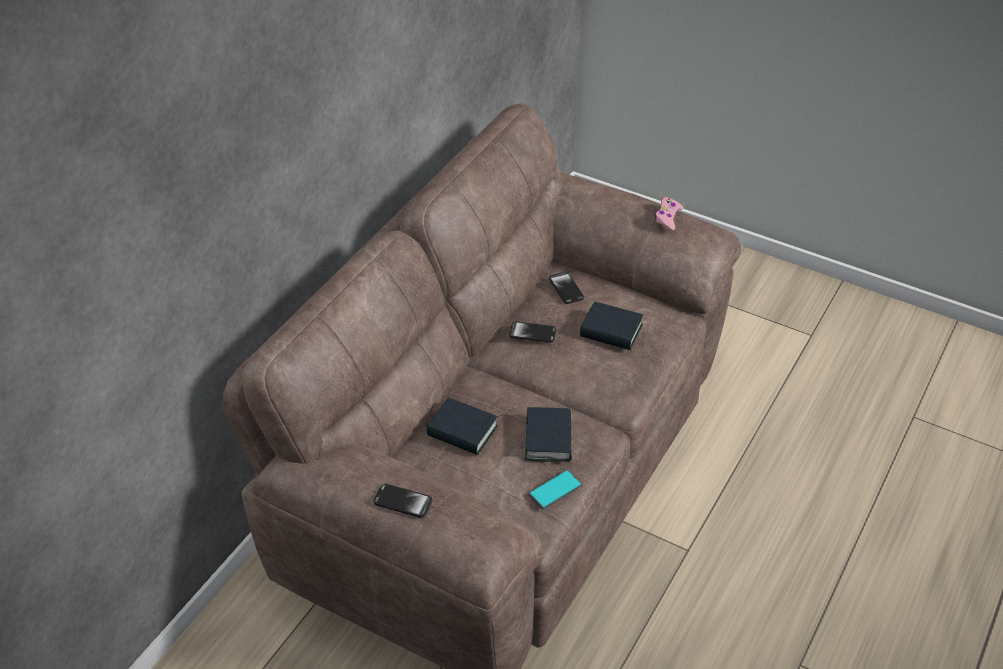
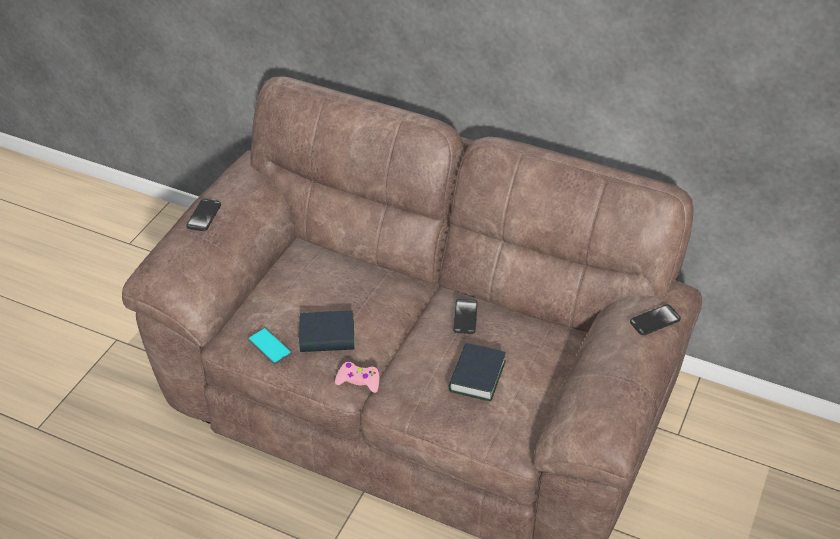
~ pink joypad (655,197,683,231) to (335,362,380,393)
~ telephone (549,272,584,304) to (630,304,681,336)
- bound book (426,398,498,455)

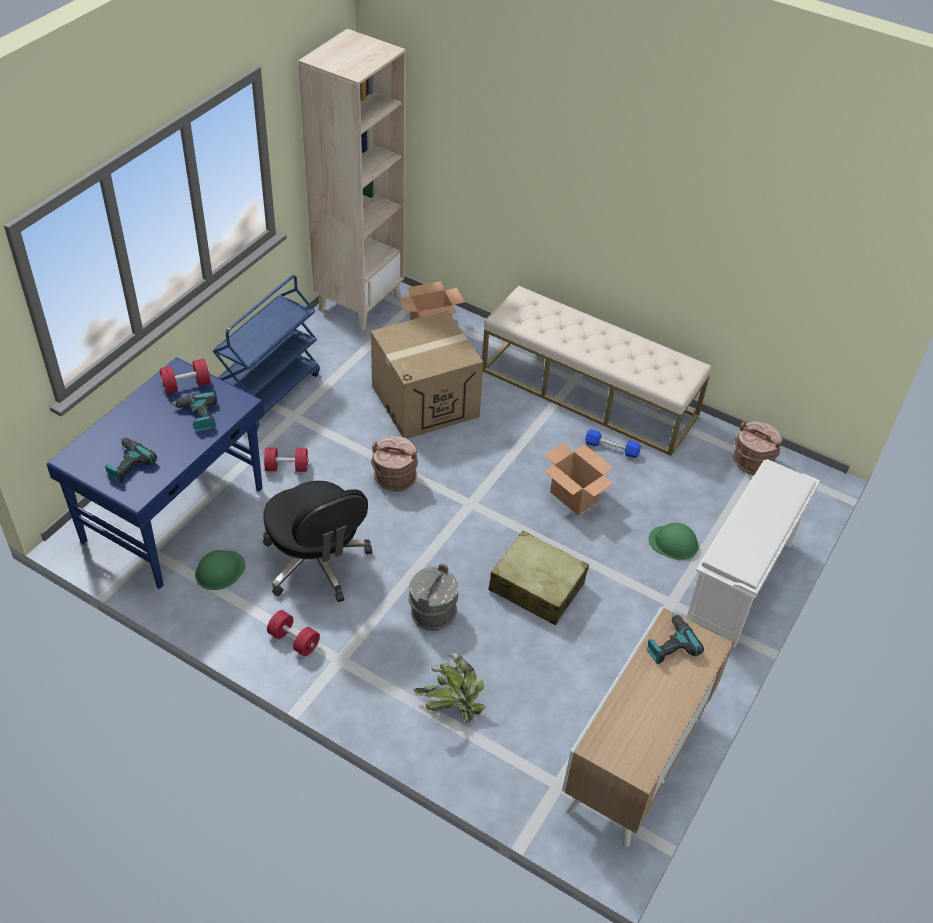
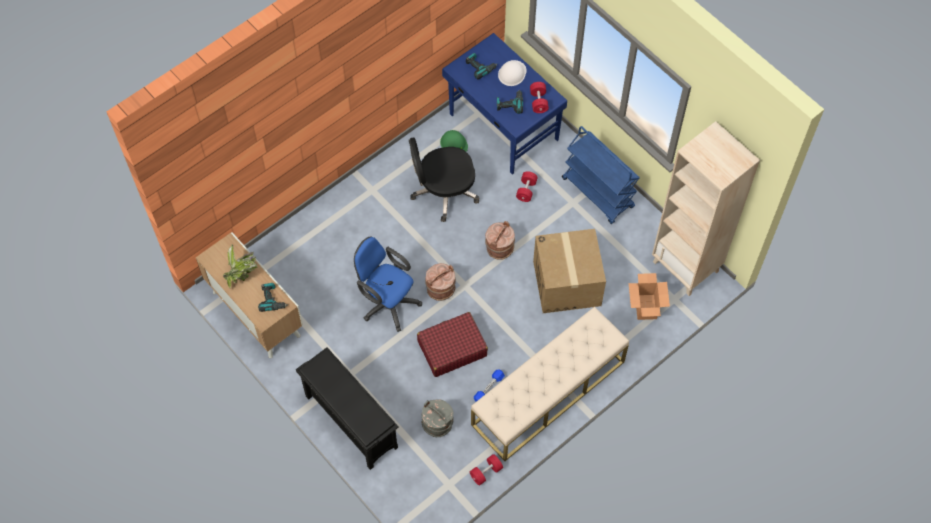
~ brownish bucket (733,421,783,475) to (425,263,456,301)
~ carton (544,442,614,515) to red-coloured suitcase (417,312,488,377)
~ white shoe stand (686,459,820,648) to blackish shoe stand (296,347,399,470)
- greenish hard hat (649,523,699,560)
~ beige suitcase (489,531,589,626) to blue-coloured desk chair (354,236,422,332)
~ greyish bucket (409,563,458,631) to (421,399,454,437)
~ red-coloured free weight (267,610,320,656) to (469,454,503,486)
~ plant in a pot (414,653,486,723) to (223,245,258,288)
+ white hard hat (498,60,527,86)

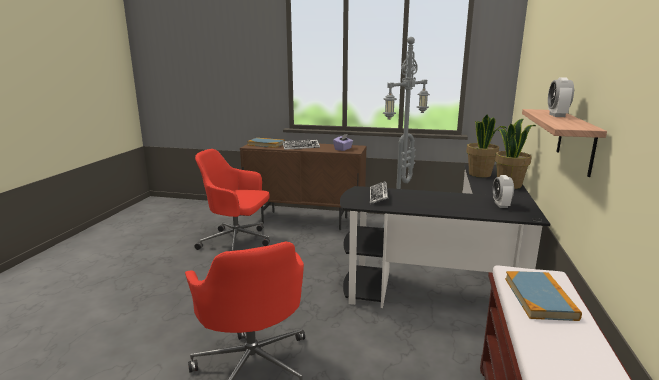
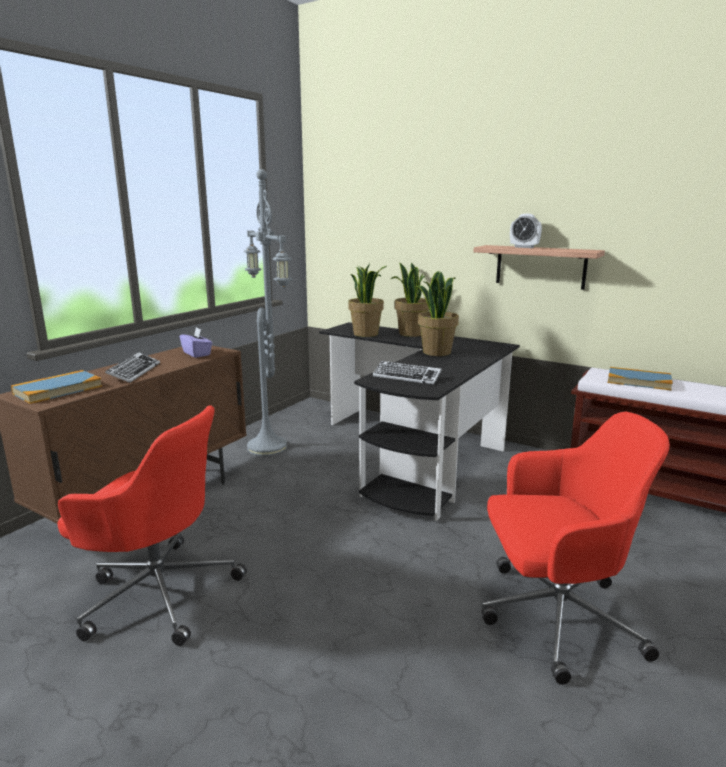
~ red-coloured desk chair (194,149,270,251) = (58,405,247,646) 105 degrees counterclockwise
- bedside clock (493,175,514,208)
+ plant in a pot (415,271,459,356)

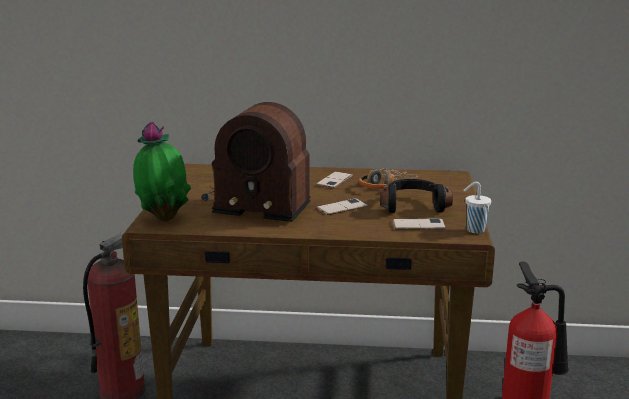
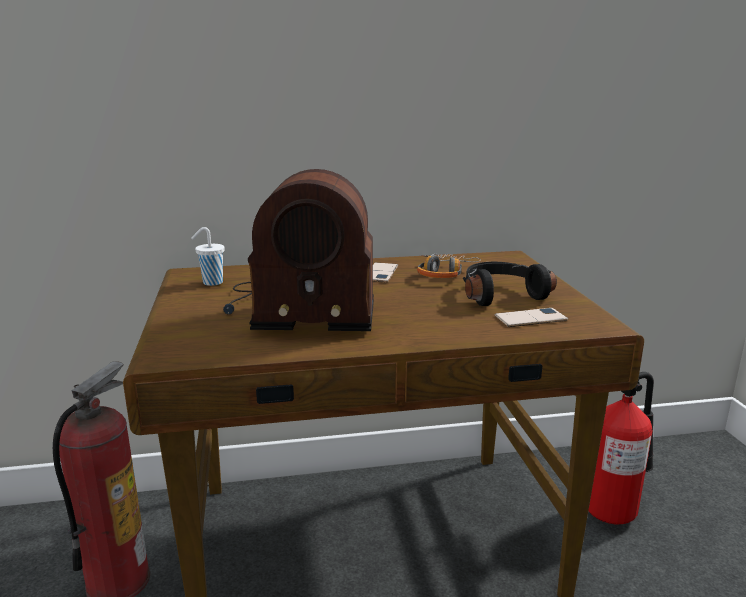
- plant in a pot (133,122,191,221)
~ white small cup (464,182,491,234) to (191,227,224,286)
- telephone (316,198,368,215)

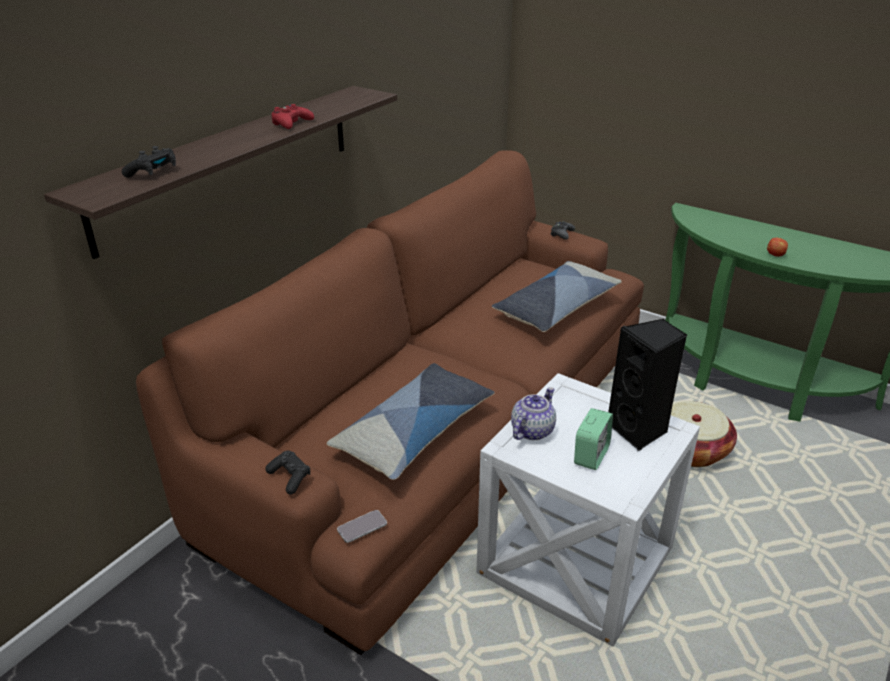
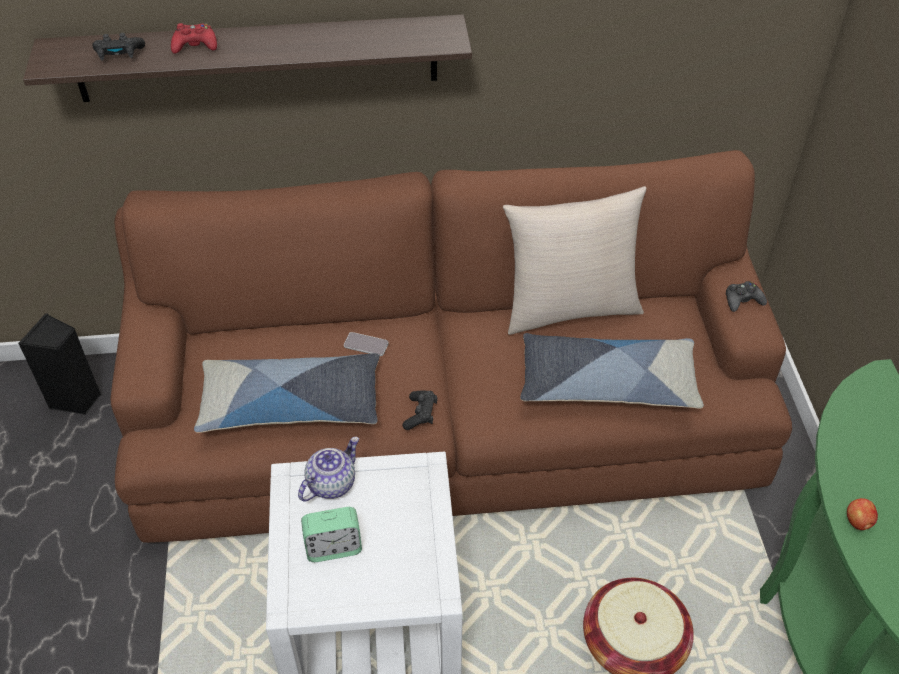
~ red-coloured joypad (271,104,314,129) to (171,23,217,53)
~ blackish loudspeaker (609,319,687,451) to (18,313,101,415)
~ tea pot (511,387,556,440) = (298,437,359,502) 45 degrees counterclockwise
~ blackish joypad (265,451,310,495) to (403,390,437,430)
~ telephone (337,510,387,543) to (344,332,389,356)
+ beige throw pillow (503,186,646,335)

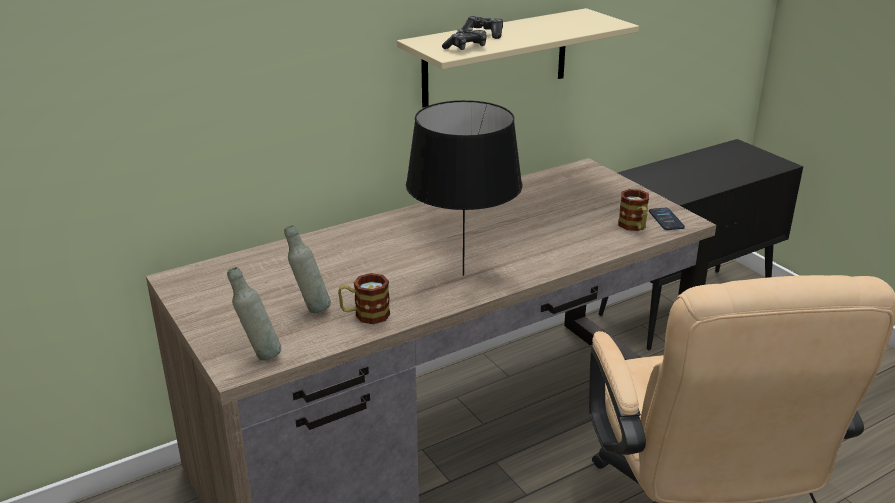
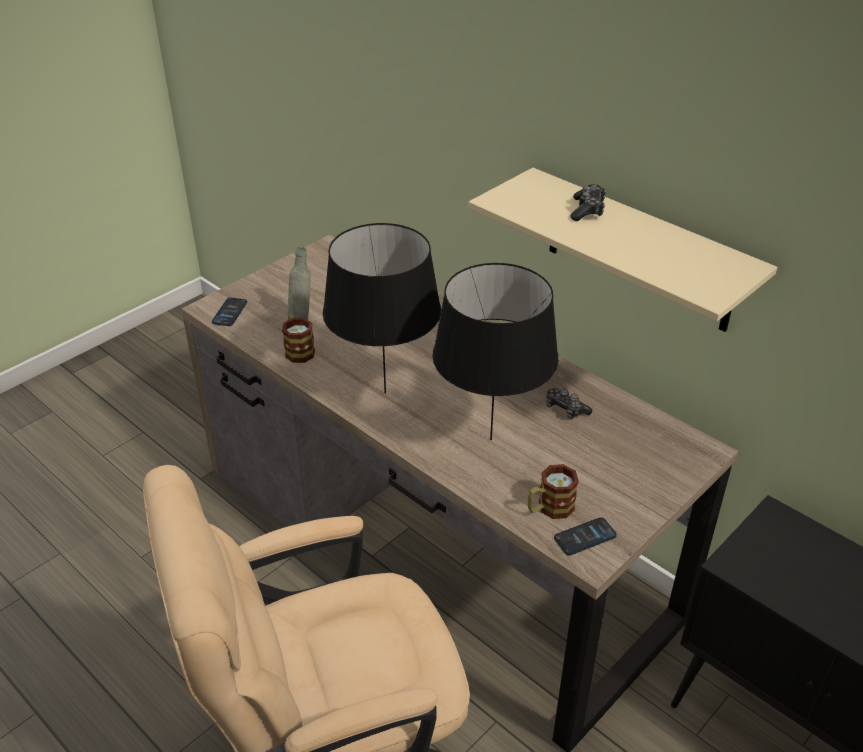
~ joypad (442,28,487,50) to (546,388,592,419)
~ greyish beverage bottle (227,267,281,360) to telephone (212,298,247,326)
+ blackish table lamp (432,263,559,440)

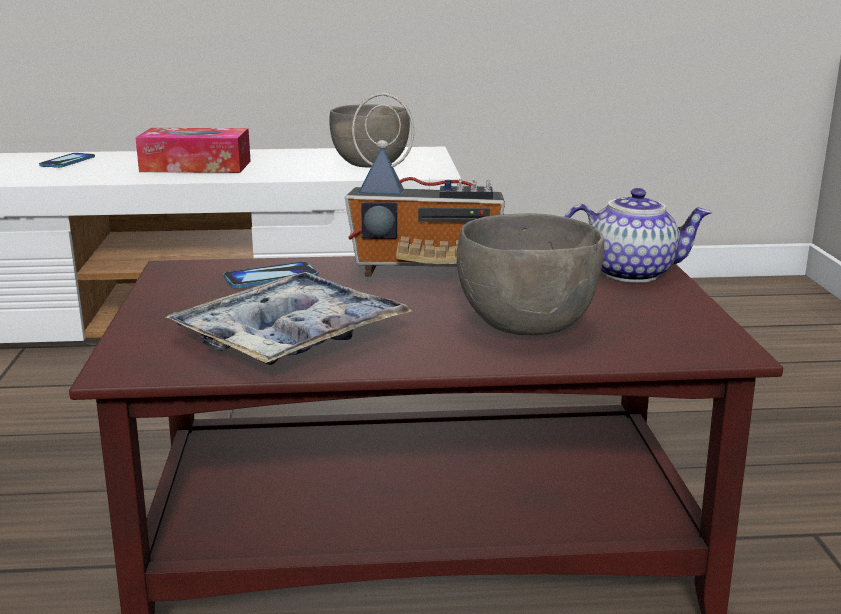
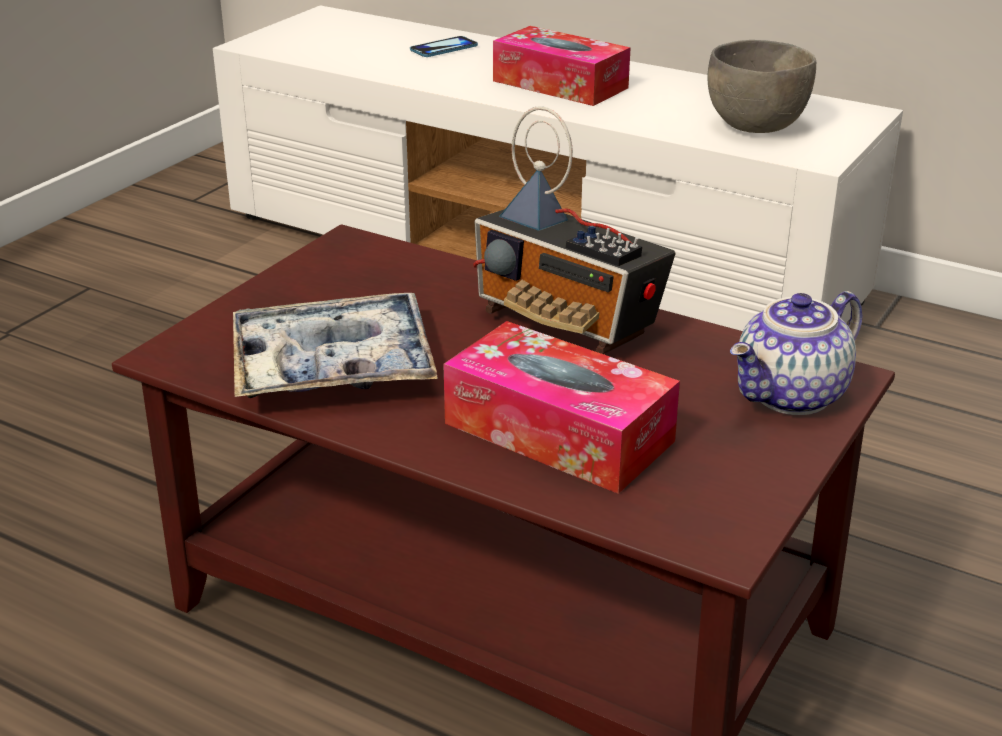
~ tea pot (564,188,712,283) = (730,291,863,415) 105 degrees clockwise
~ greyish bowl (457,213,604,335) to tissue holder (443,321,680,494)
- telephone (223,261,318,288)

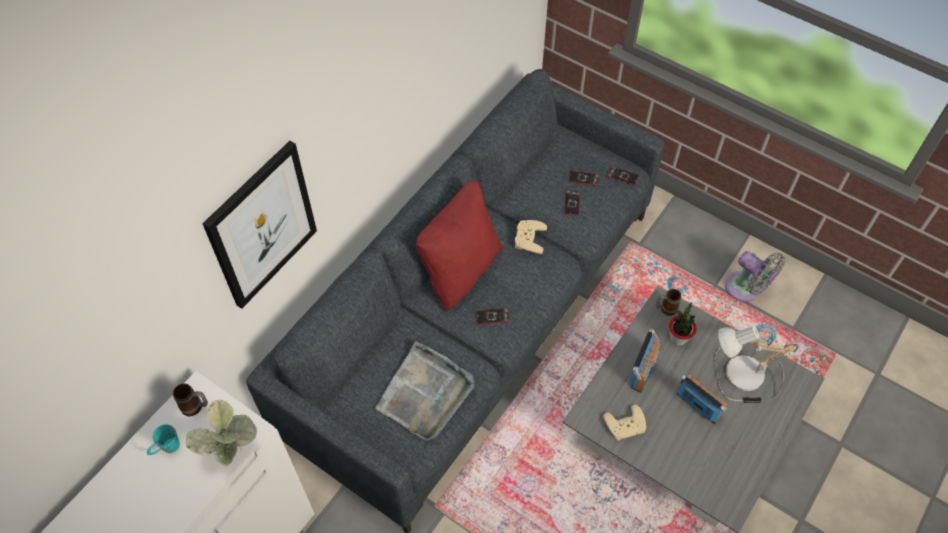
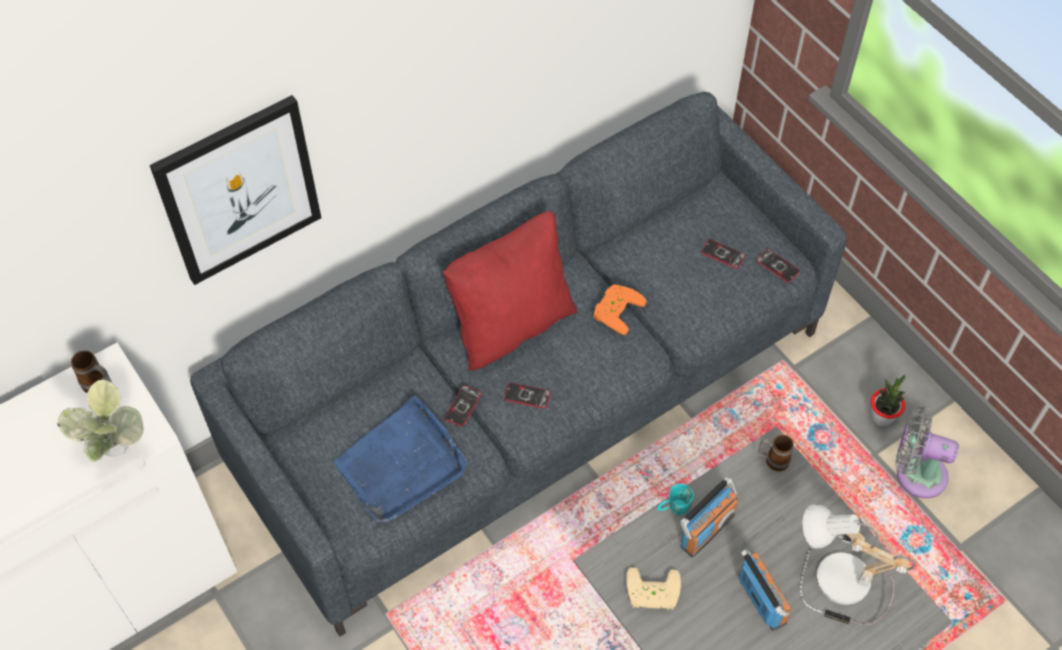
~ telephone (565,190,580,216) to (445,385,482,427)
~ beige joypad (515,220,547,254) to orange-coloured joypad (593,284,647,335)
~ greyish fan (725,251,785,302) = (896,407,959,498) 135 degrees clockwise
~ plant in a pot (669,302,696,345) to (871,374,906,426)
~ greyish tray (375,341,475,441) to blue-coloured tray (333,395,467,522)
~ turquoise-coloured coffee mug (147,424,180,455) to (657,484,694,515)

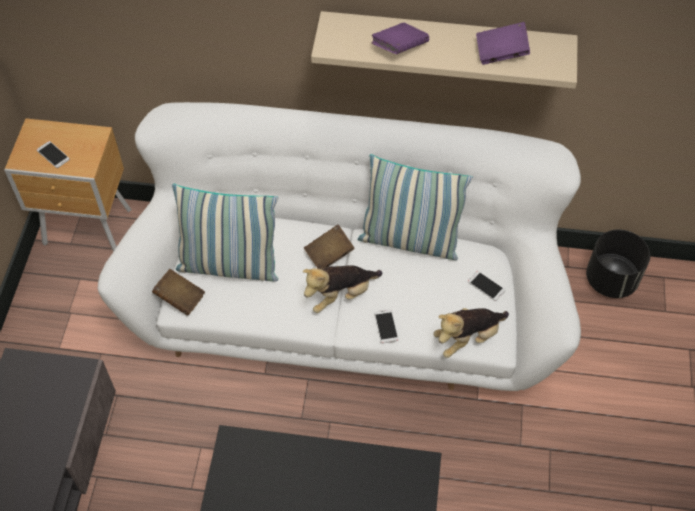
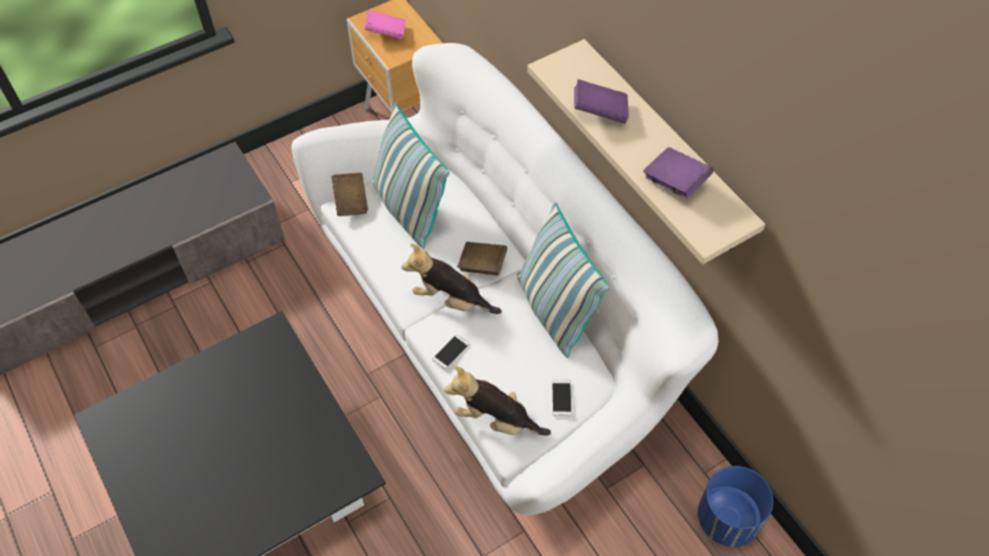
~ telephone (37,141,70,168) to pink bound book (364,10,405,40)
~ blackish planter (586,229,650,298) to blue-coloured planter (698,466,773,547)

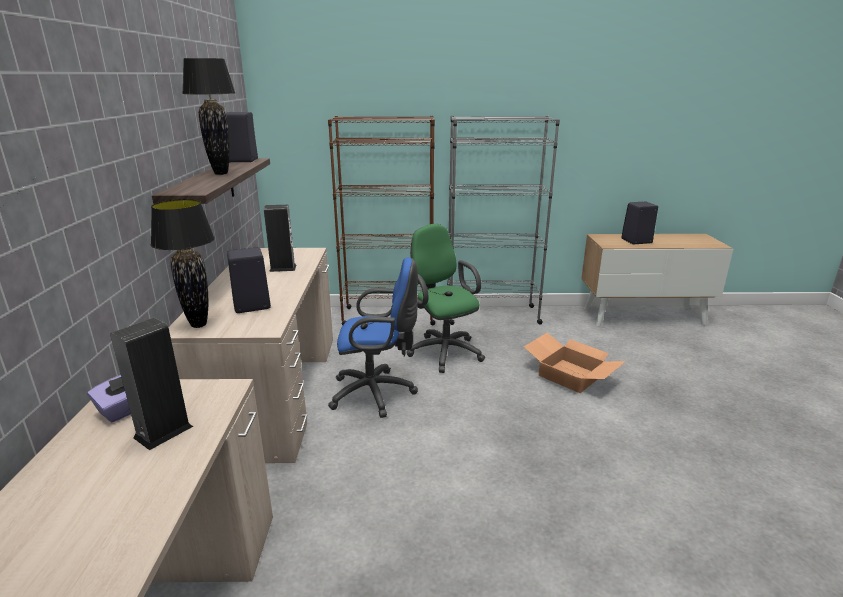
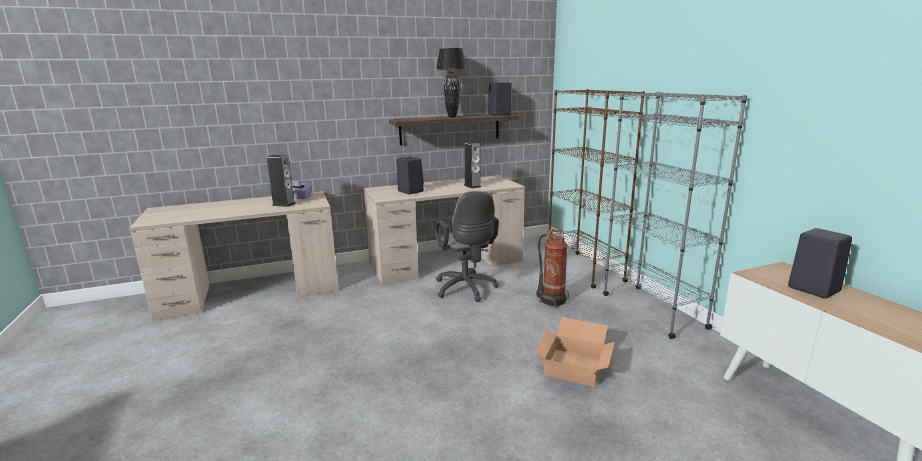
- blackish table lamp (151,199,215,328)
~ greenish desk chair (406,224,485,373) to fire extinguisher (537,229,569,308)
~ blue-coloured desk chair (328,258,418,418) to greyish desk chair (435,191,499,302)

